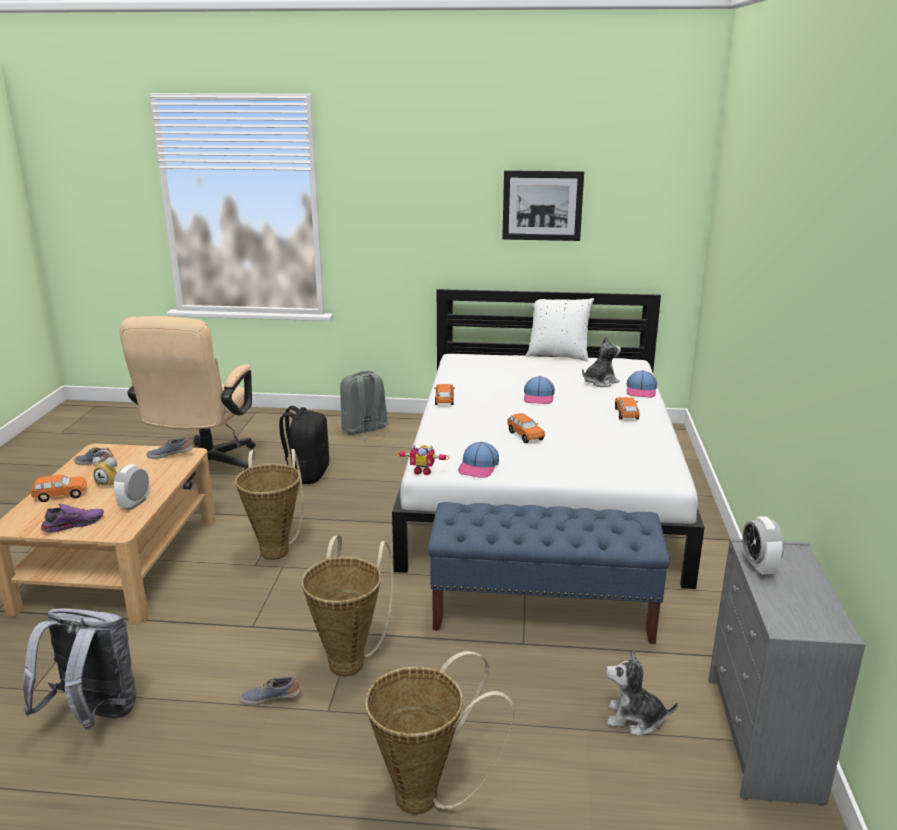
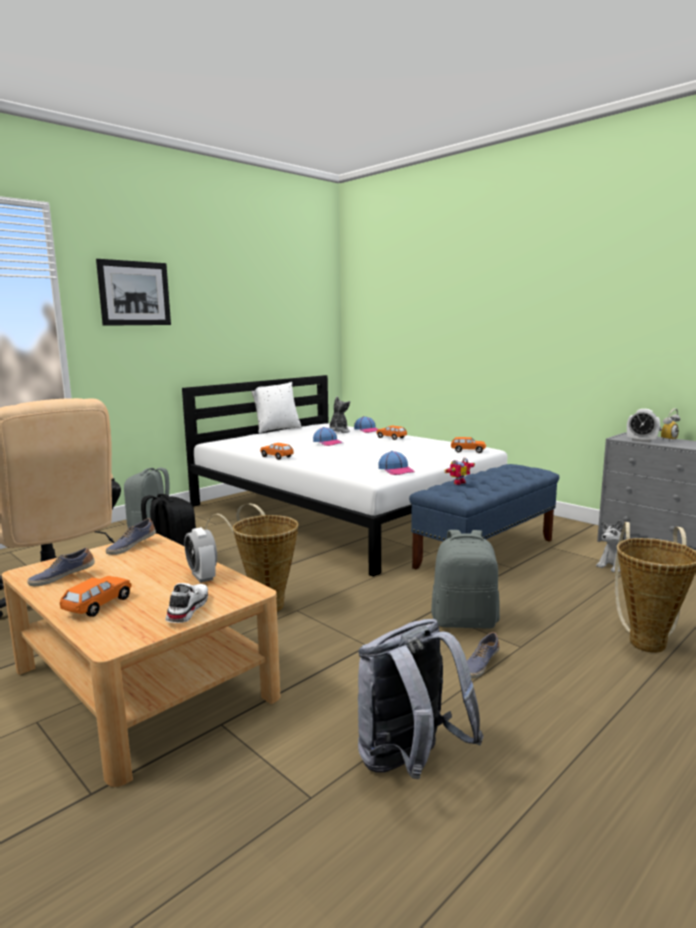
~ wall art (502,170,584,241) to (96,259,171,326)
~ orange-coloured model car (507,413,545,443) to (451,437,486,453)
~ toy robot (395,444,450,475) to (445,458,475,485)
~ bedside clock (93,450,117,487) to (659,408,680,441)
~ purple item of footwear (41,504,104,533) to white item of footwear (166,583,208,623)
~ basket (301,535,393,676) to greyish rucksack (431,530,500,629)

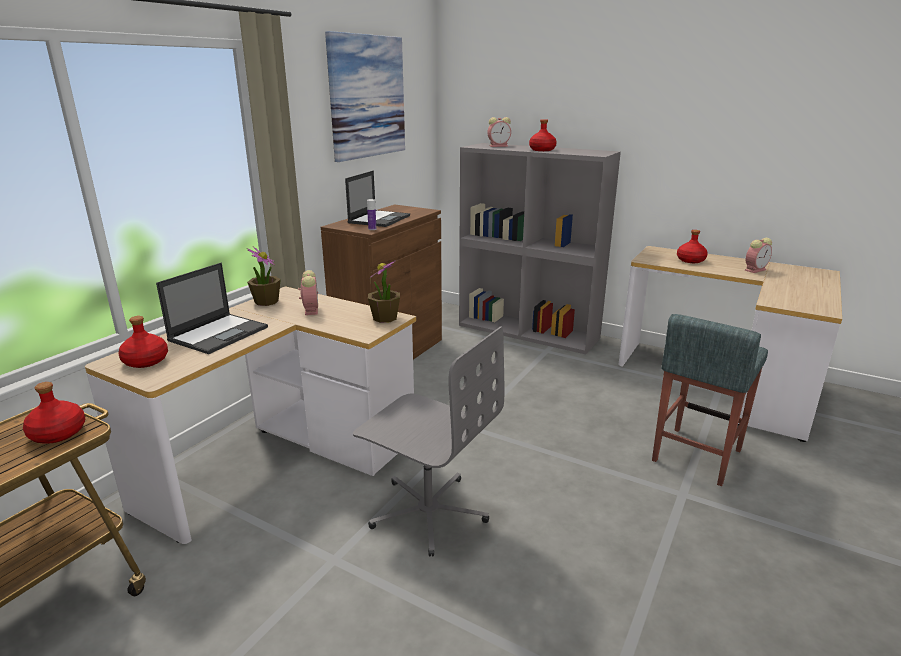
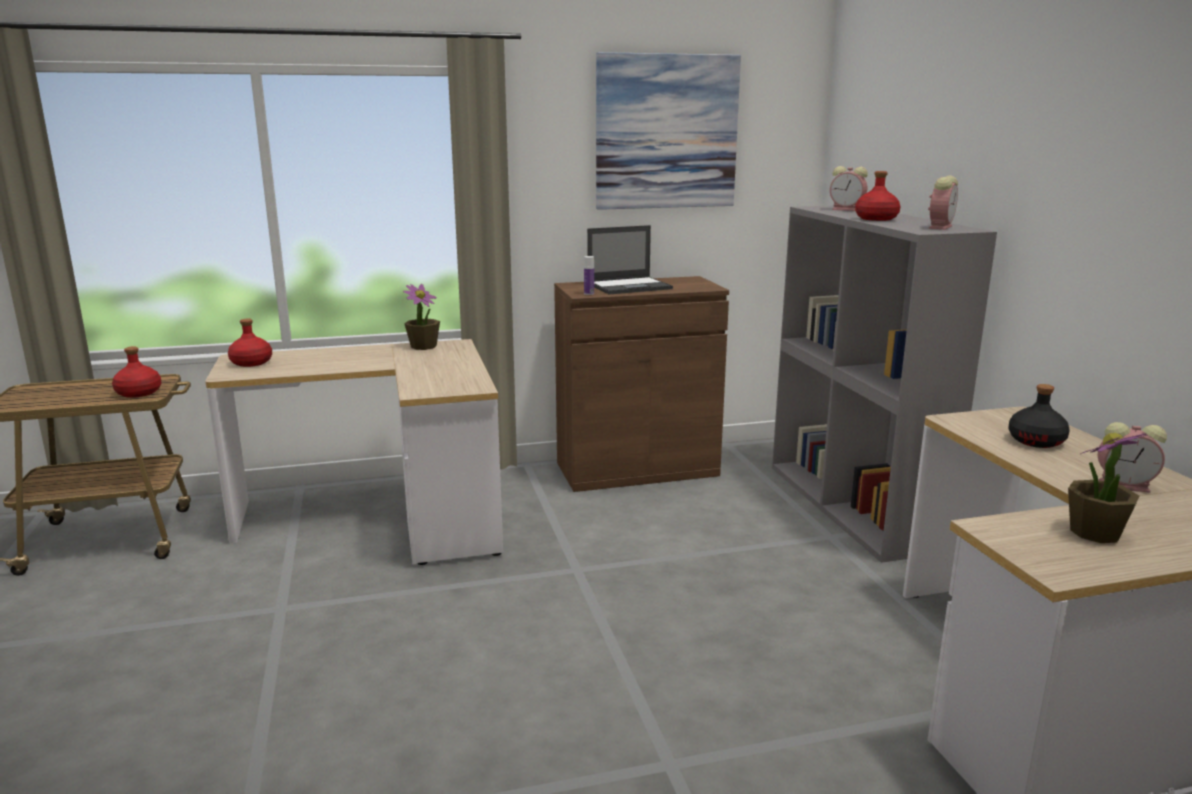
~ red-coloured beverage bottle (677,230,708,263) to blackish beverage bottle (1008,384,1070,448)
~ plant in a pot (368,260,400,323) to (1068,433,1148,543)
- portable computer (156,263,268,354)
~ bedside clock (298,270,318,315) to (928,176,958,230)
- greyish stool (652,314,768,486)
- greyish desk chair (353,326,504,556)

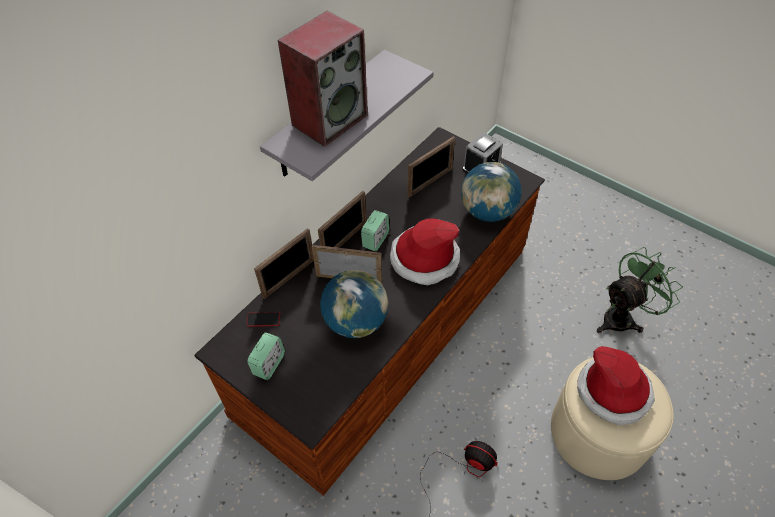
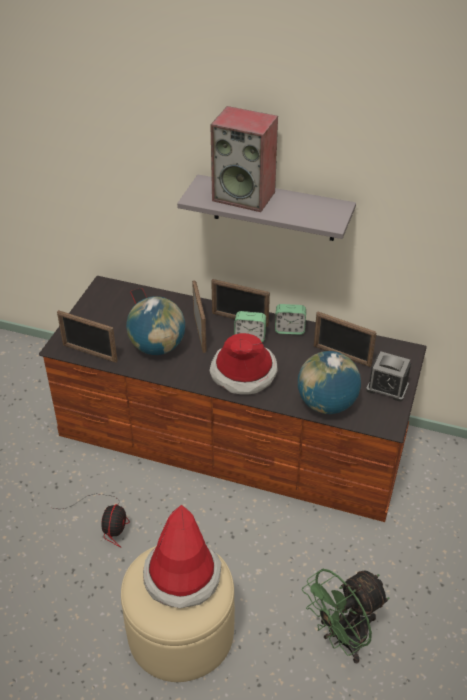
~ standing frame (254,228,314,299) to (57,310,117,363)
~ greenish fan (597,247,683,333) = (302,569,390,663) 105 degrees clockwise
~ bedside clock (247,333,285,380) to (275,304,306,335)

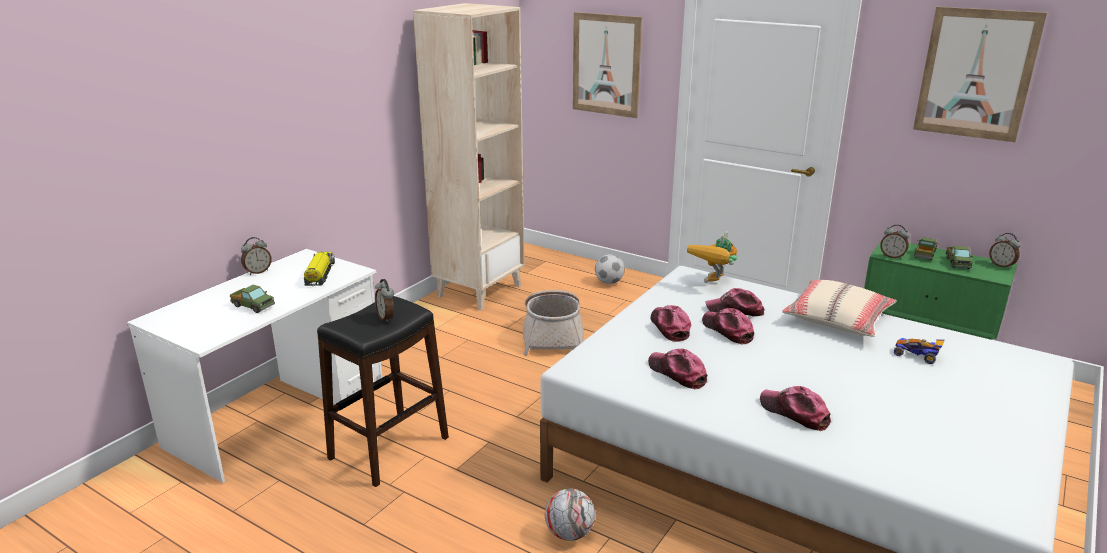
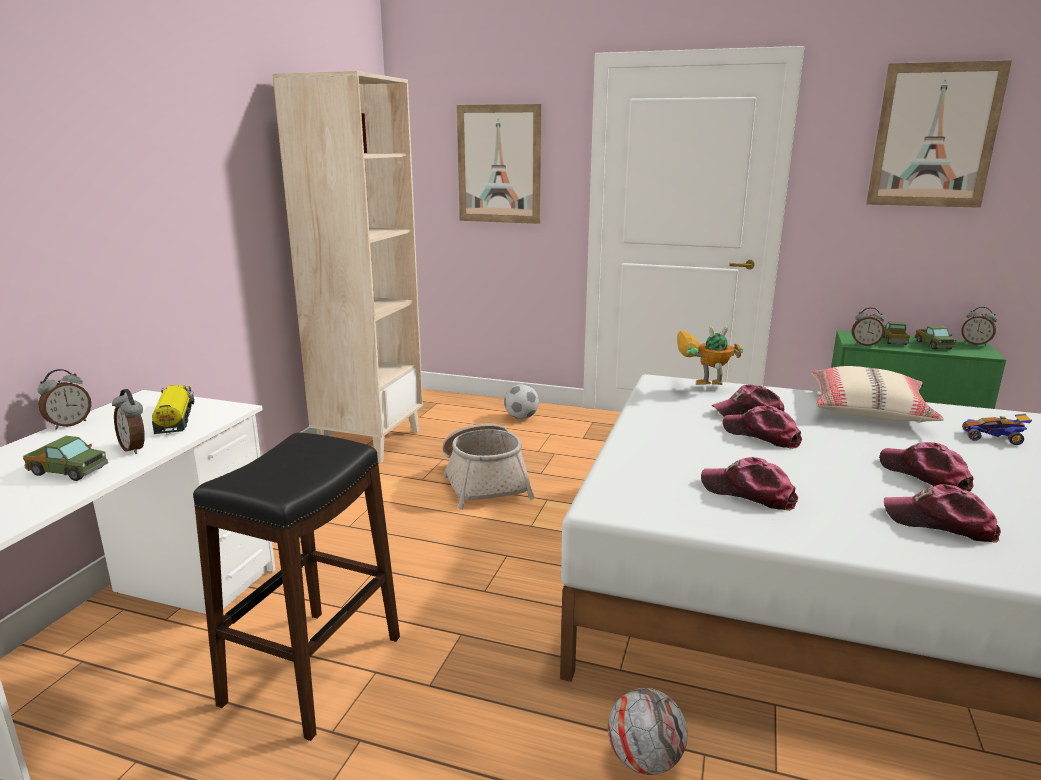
~ toy robot (687,231,737,283) = (677,326,743,385) 75 degrees clockwise
~ bedside clock (375,279,394,323) to (112,389,145,454)
~ cap (651,305,691,342) to (879,442,974,492)

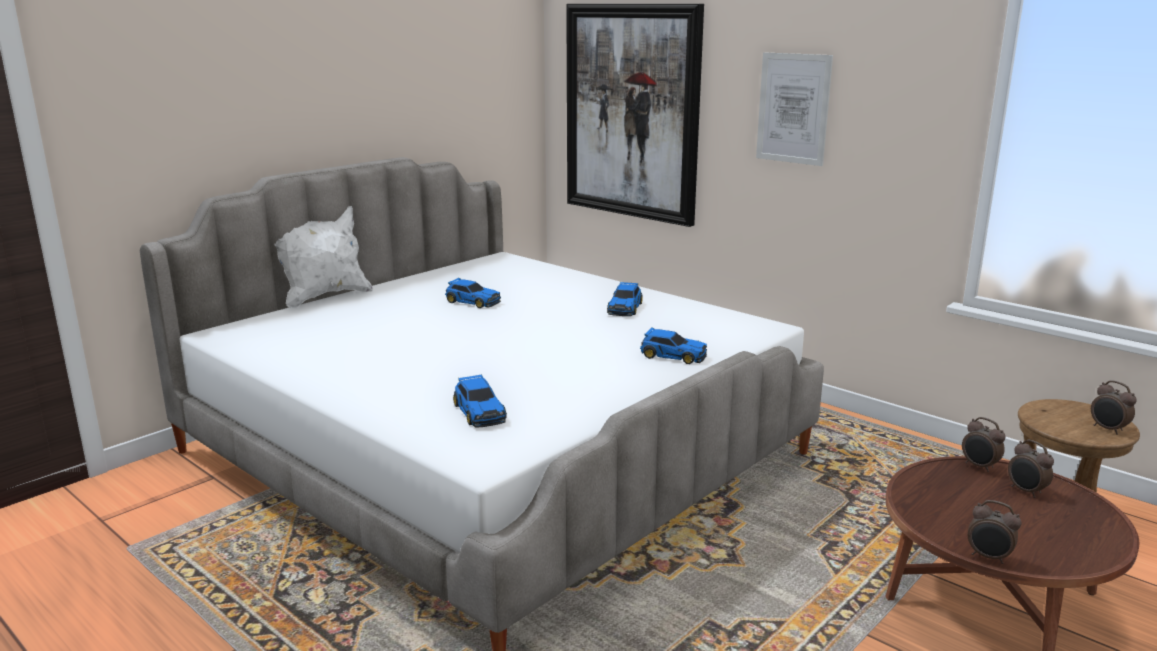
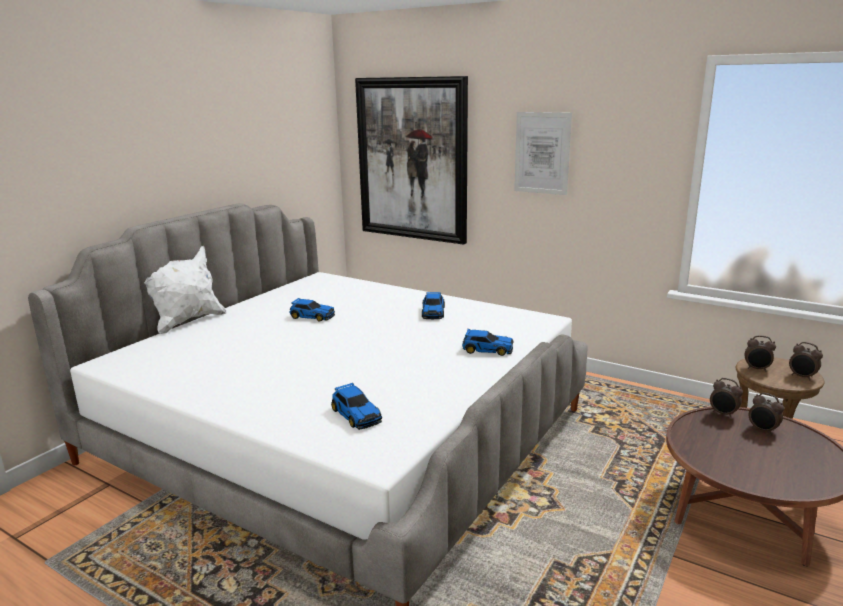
~ bedside clock (968,500,1022,564) to (745,335,776,372)

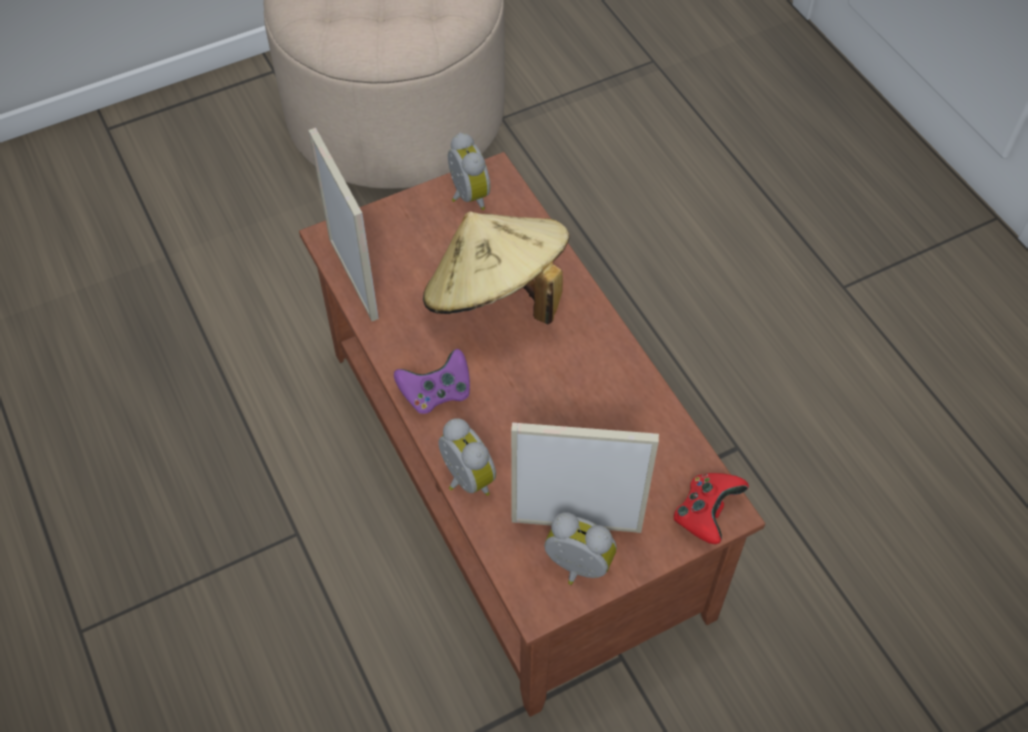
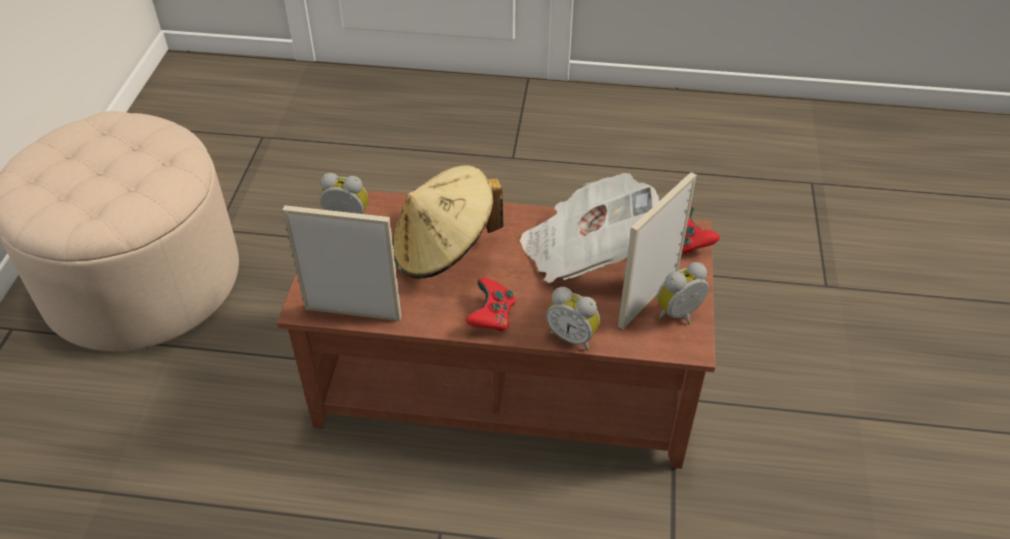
~ purple joypad (394,349,470,414) to red-coloured joypad (465,278,515,331)
~ bedside clock (438,418,496,496) = (546,287,600,351) 150 degrees counterclockwise
+ printed paper (520,173,659,283)

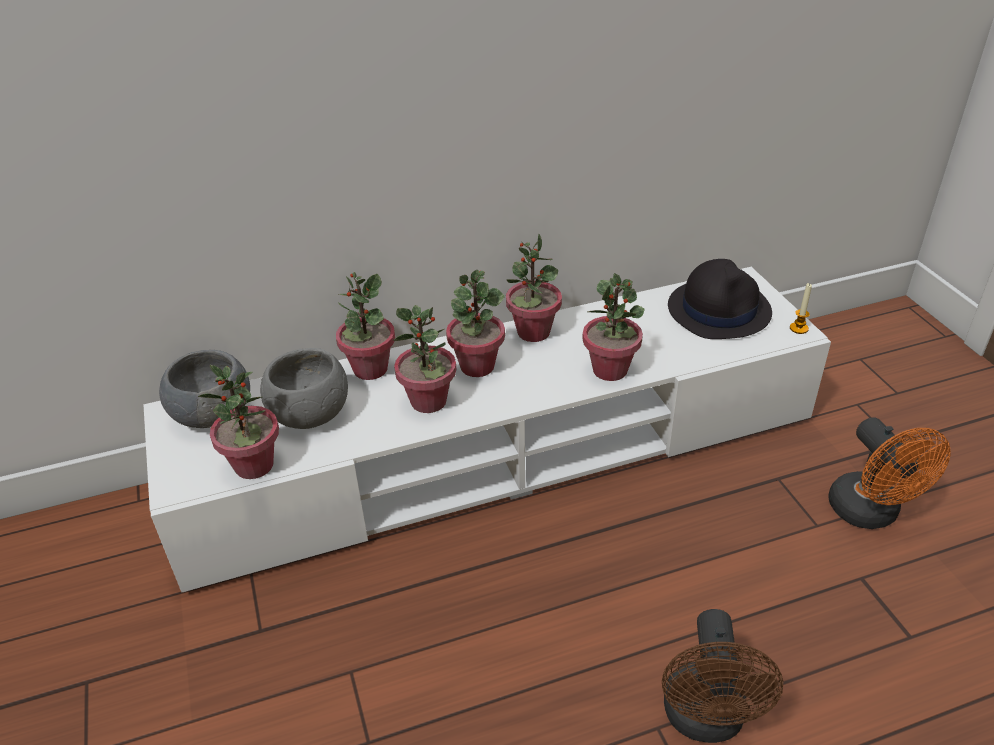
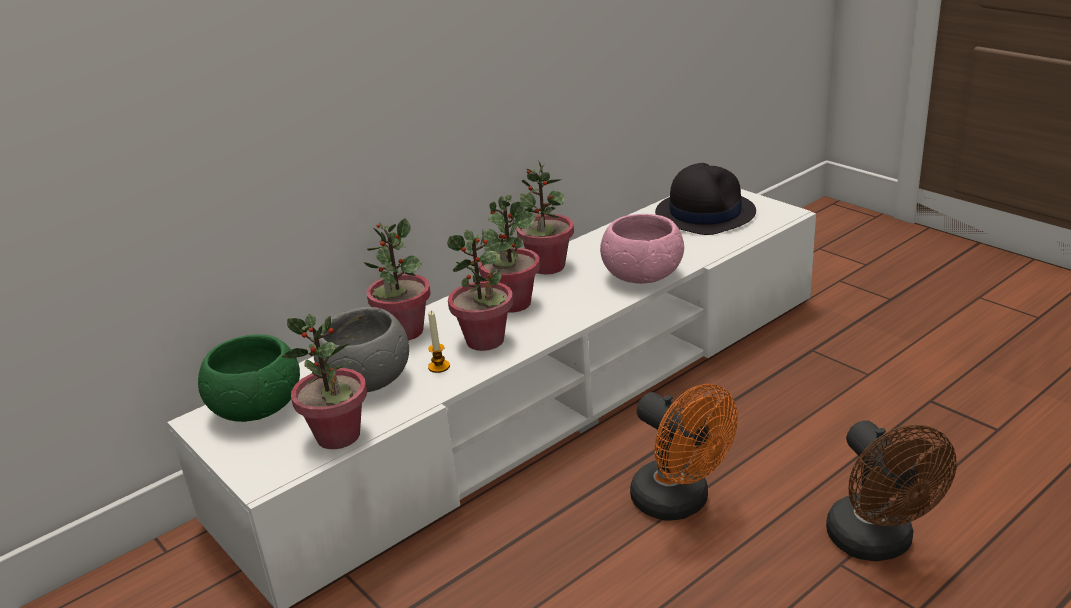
~ plant in a pot (582,273,645,381) to pink bowl (600,214,684,284)
~ candle (790,283,812,334) to (428,311,450,373)
~ greyish bowl (159,350,250,428) to greenish bowl (198,334,300,422)
~ orange-coloured fan (828,417,951,529) to (630,384,738,521)

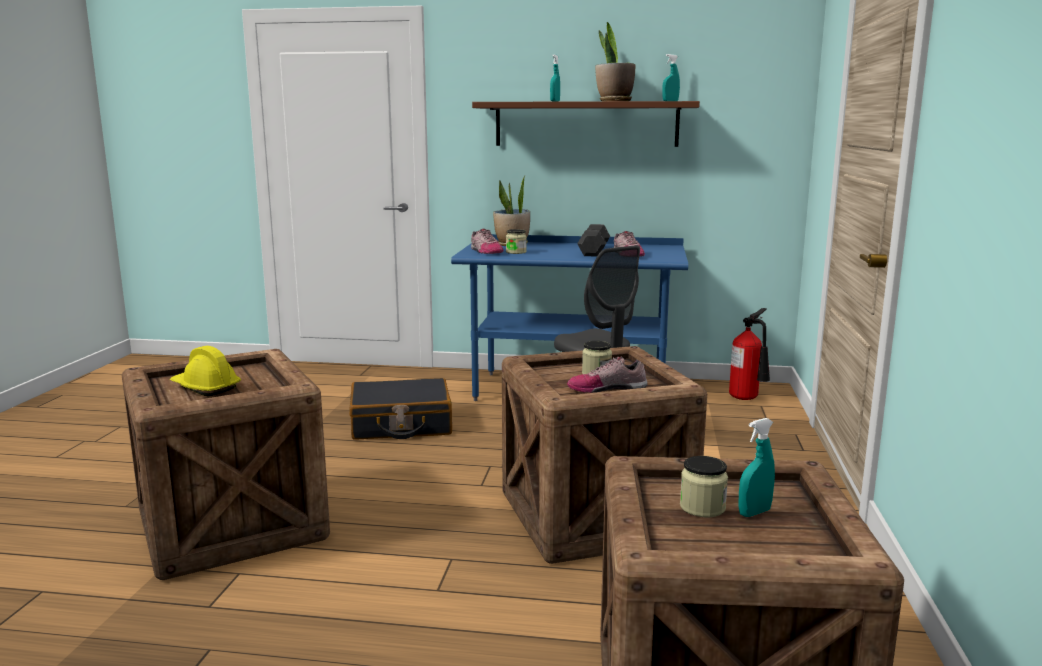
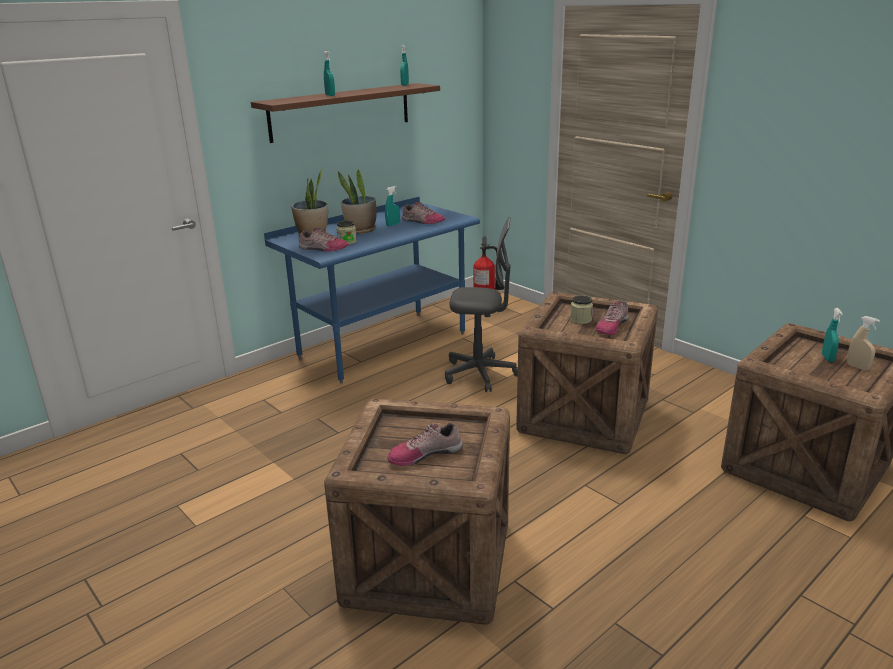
~ plant in a pot (595,22,636,101) to (338,169,376,234)
~ greyish free weight (577,224,610,257) to turquoise-coloured spray bottle (385,186,400,226)
~ yellow hard hat (170,346,241,396) to item of footwear (388,423,463,466)
- blackish suitcase (349,378,452,440)
- storage jar (680,456,728,518)
+ beige spray bottle (847,316,880,370)

